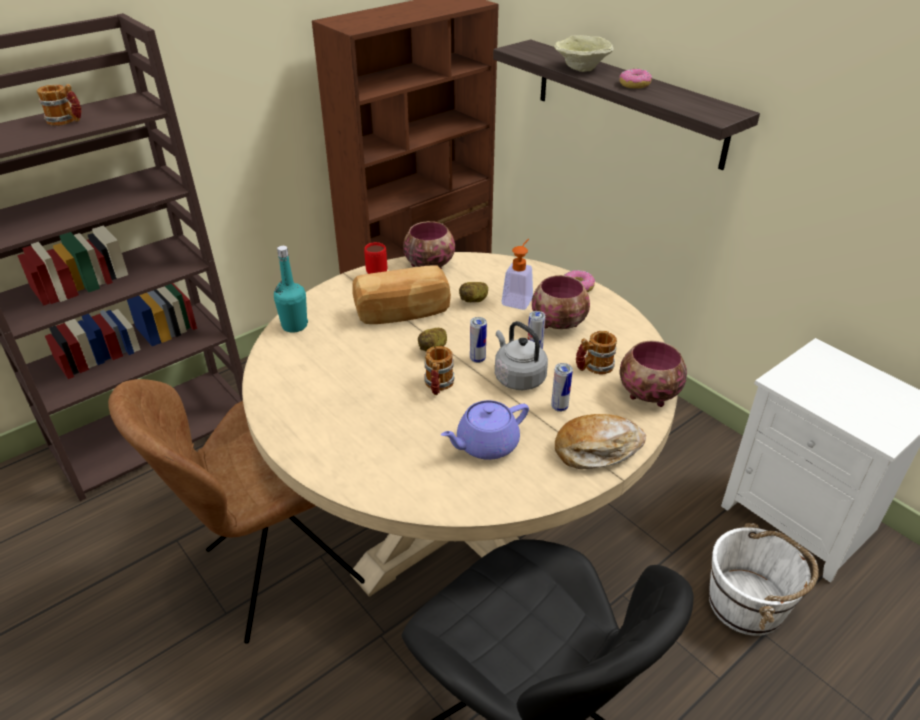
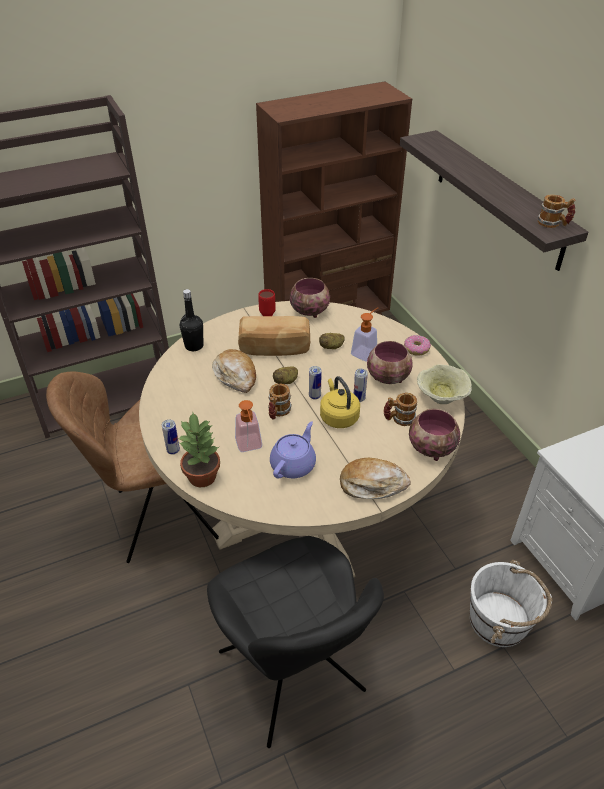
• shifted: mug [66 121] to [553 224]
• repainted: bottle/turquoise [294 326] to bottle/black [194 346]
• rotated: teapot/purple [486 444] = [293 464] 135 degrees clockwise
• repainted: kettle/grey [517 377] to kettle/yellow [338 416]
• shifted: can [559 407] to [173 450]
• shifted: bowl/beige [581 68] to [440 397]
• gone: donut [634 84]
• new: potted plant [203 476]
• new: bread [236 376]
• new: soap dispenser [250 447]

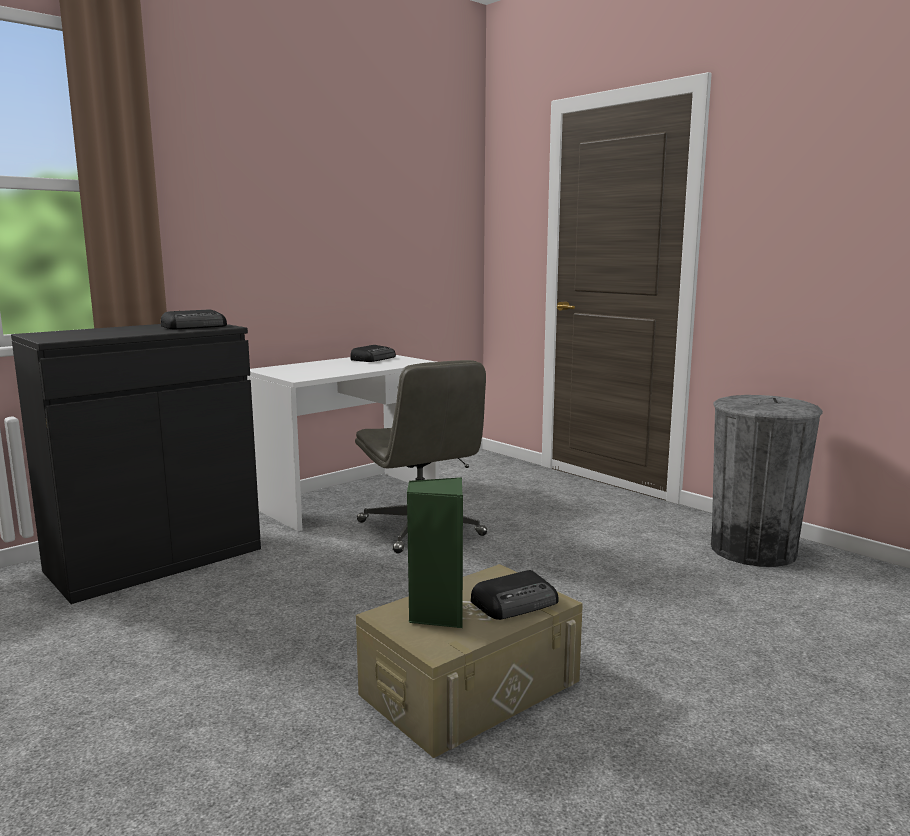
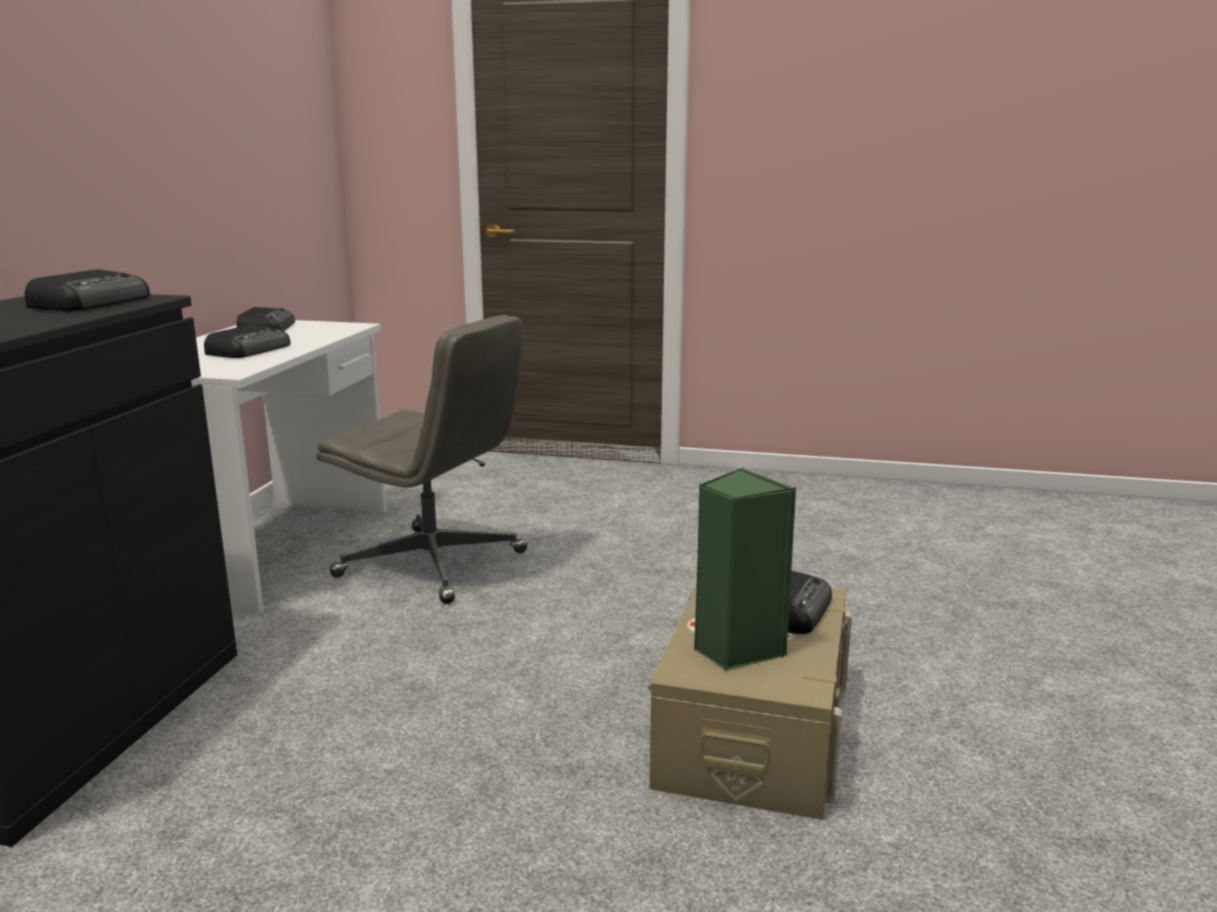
• gone: trash can/grey [753 550]
• new: radio [250 350]

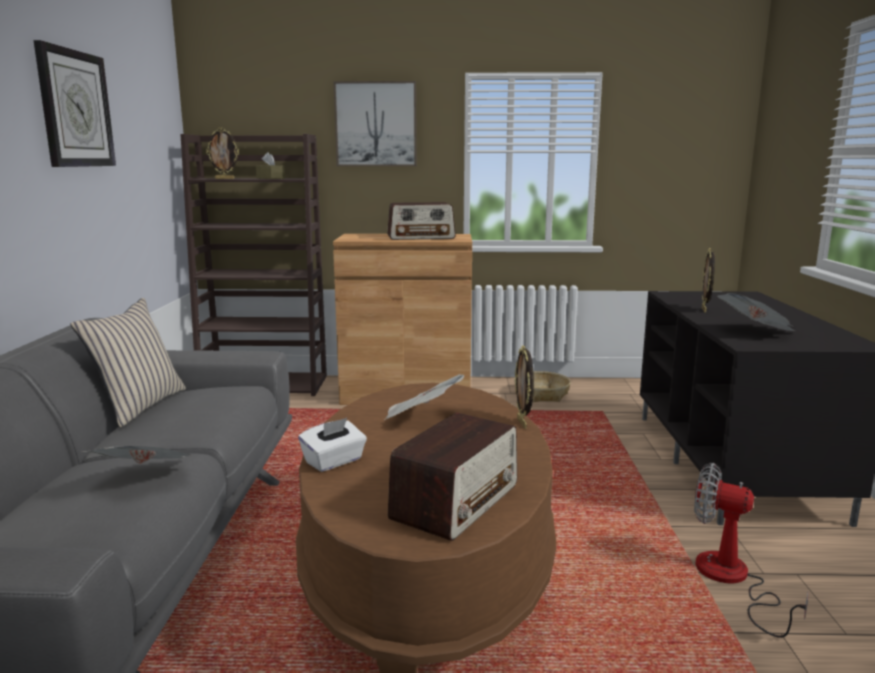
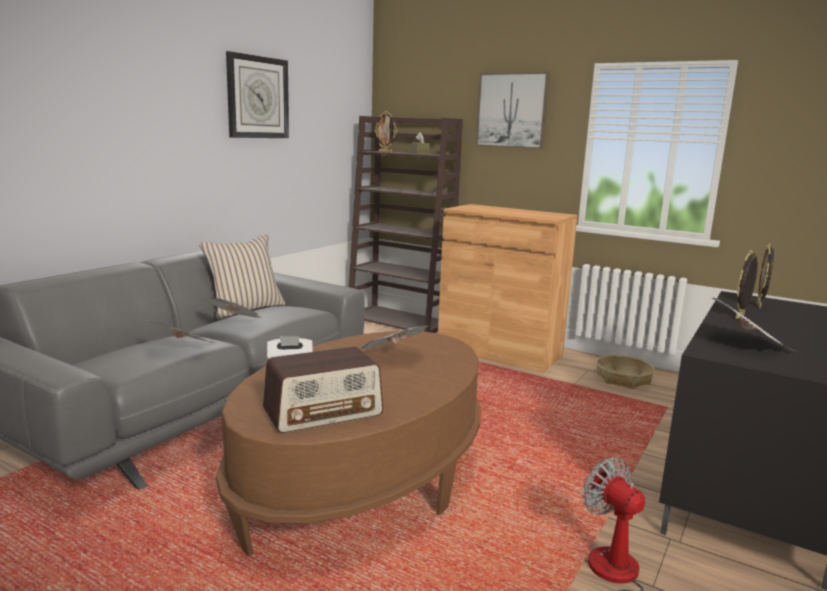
• gone: radio [421 237]
• shifted: picture frame [522 423] to [759 305]
• new: newspaper [234 324]

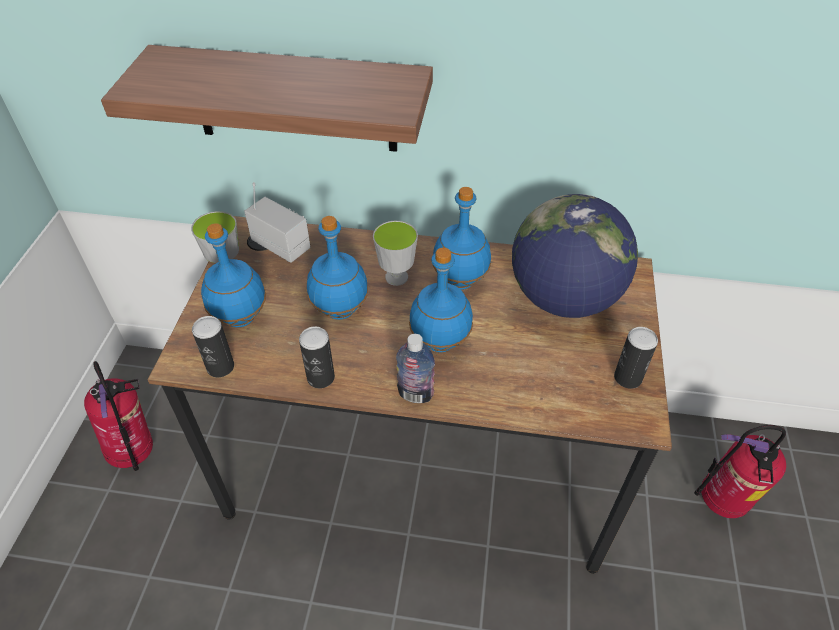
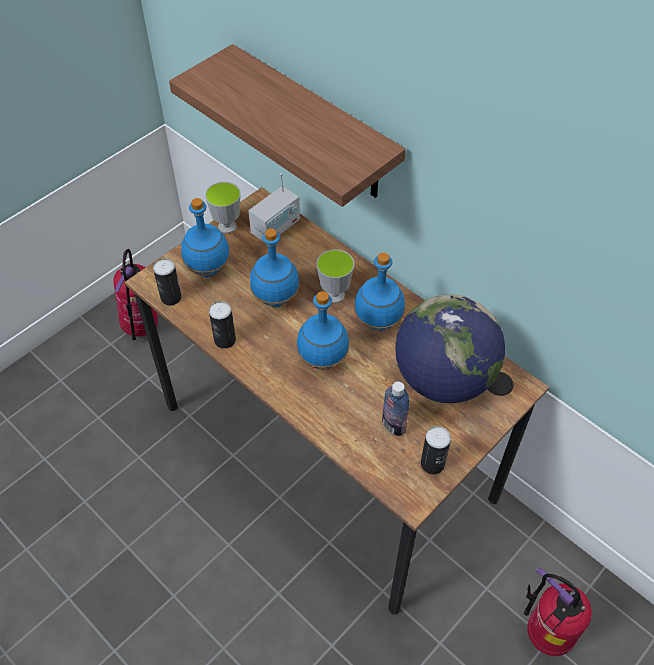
• rotated: radio [281 245] = [276 228] 60 degrees clockwise
• shifted: bottle [415 394] to [393 425]

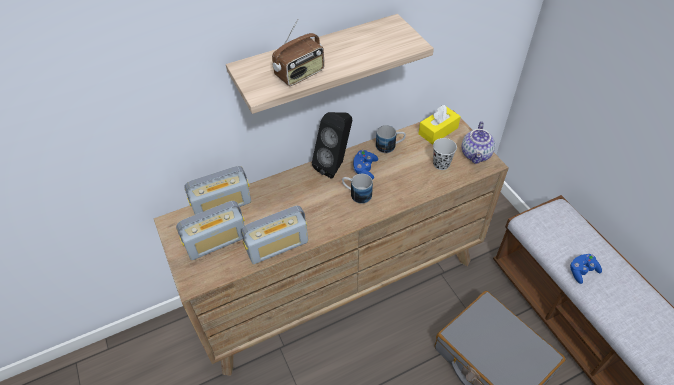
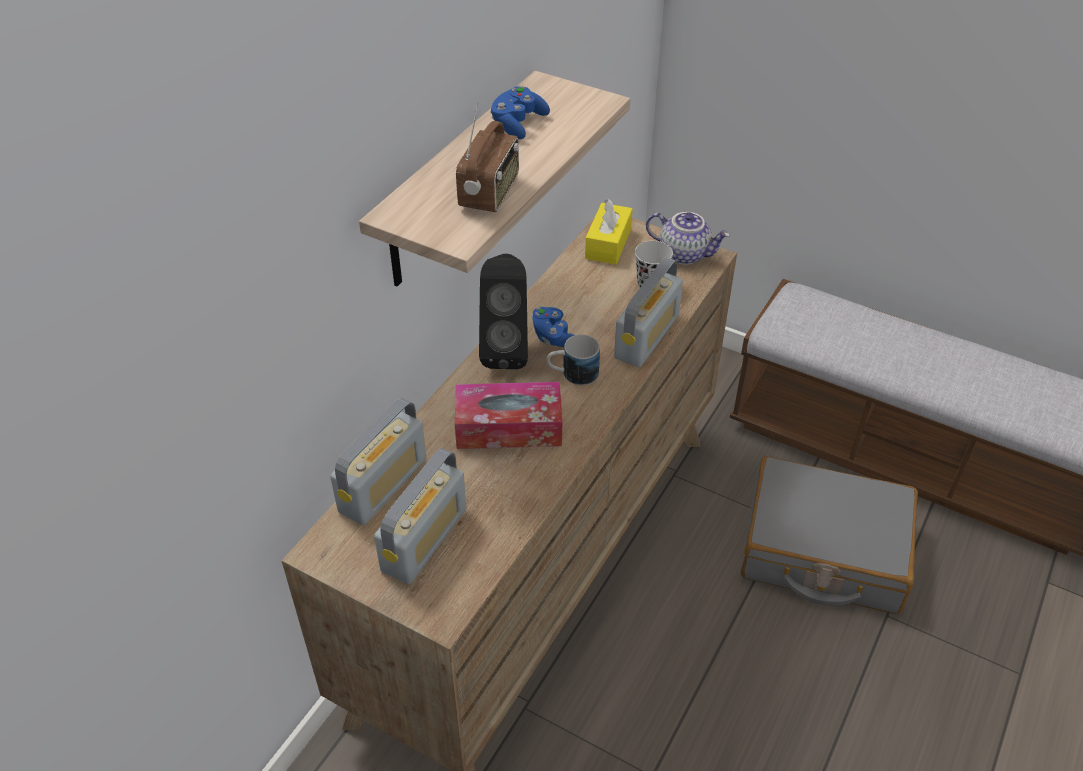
• shifted: radio [277 246] to [647 336]
• gone: mug [390 146]
• rotated: teapot [476 155] = [685 254] 45 degrees counterclockwise
• shifted: game controller/blue [582 271] to [518 124]
• new: tissue box [509 427]

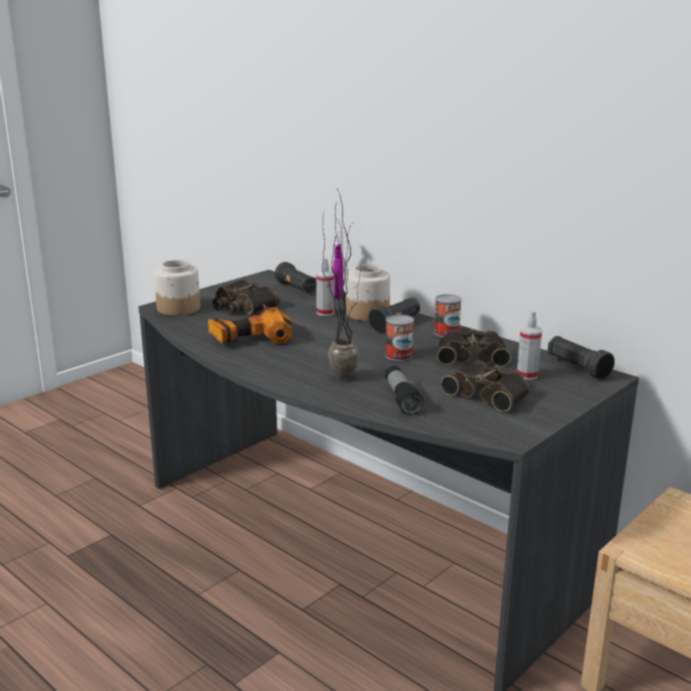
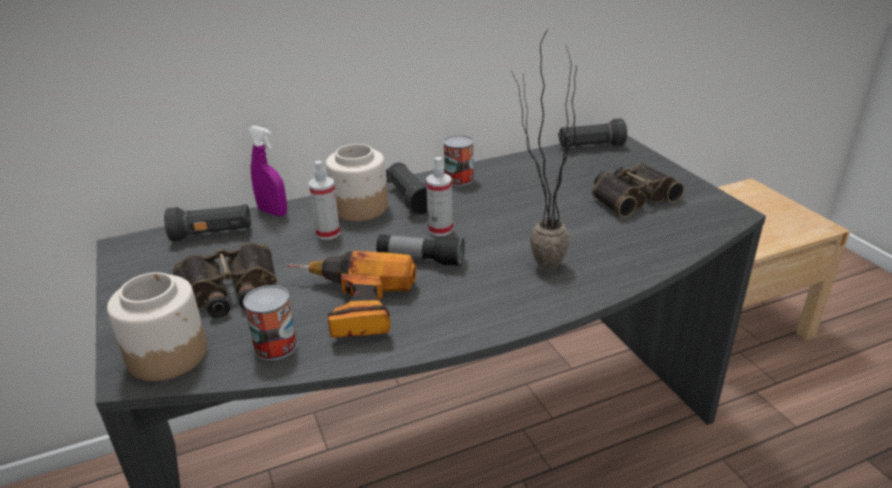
• shifted: can [398 355] to [275 346]
• shifted: flashlight [401 399] to [420 260]
• gone: binoculars [472 356]
• shifted: spray bottle [527 375] to [440 229]

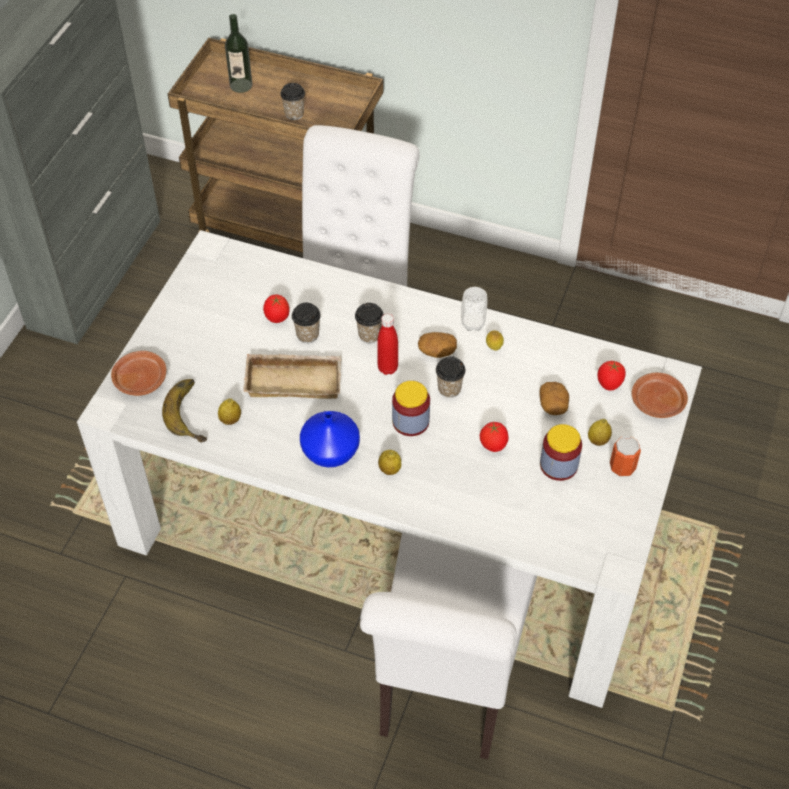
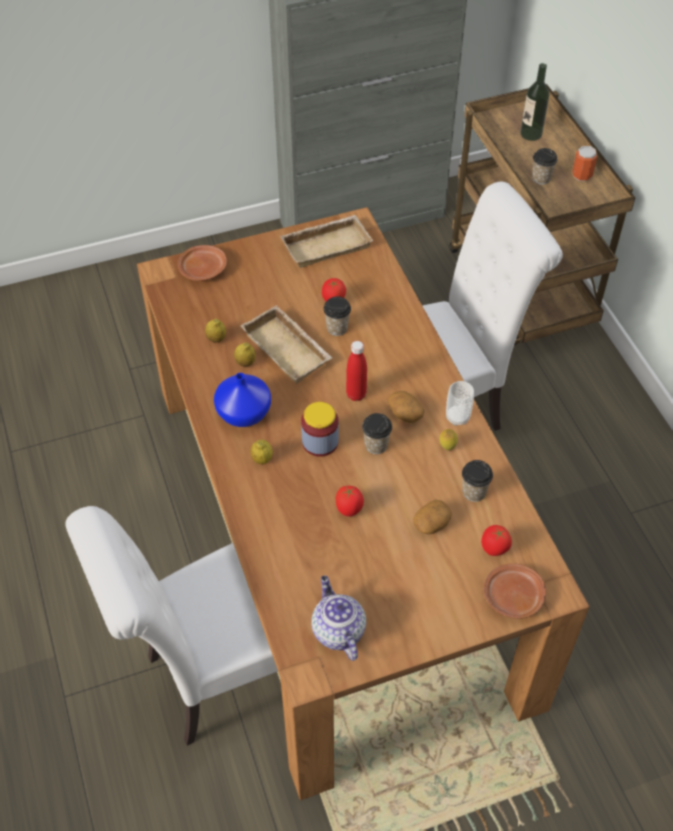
• repainted: dining table/white [394 520] to dining table/brown [336 536]
• gone: banana [193 412]
• shifted: cup [369 335] to [474 492]
• gone: jar [558 465]
• shifted: lemon [598 440] to [245 363]
• shifted: can [622 467] to [582 175]
• new: tray/beige [326 244]
• new: teapot [337 630]

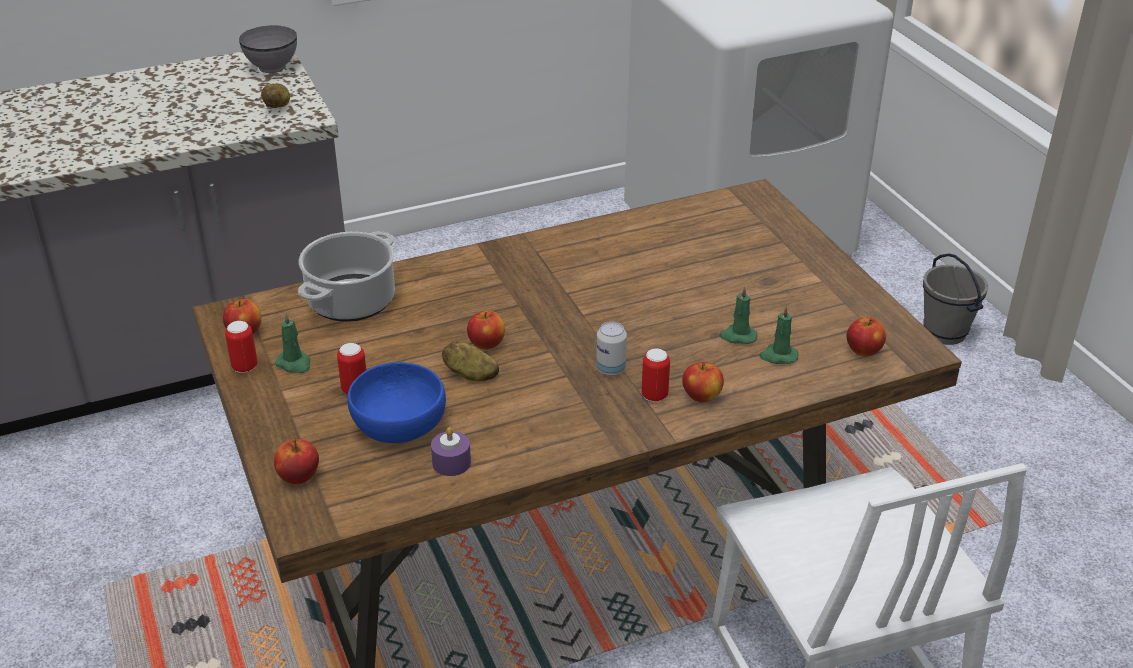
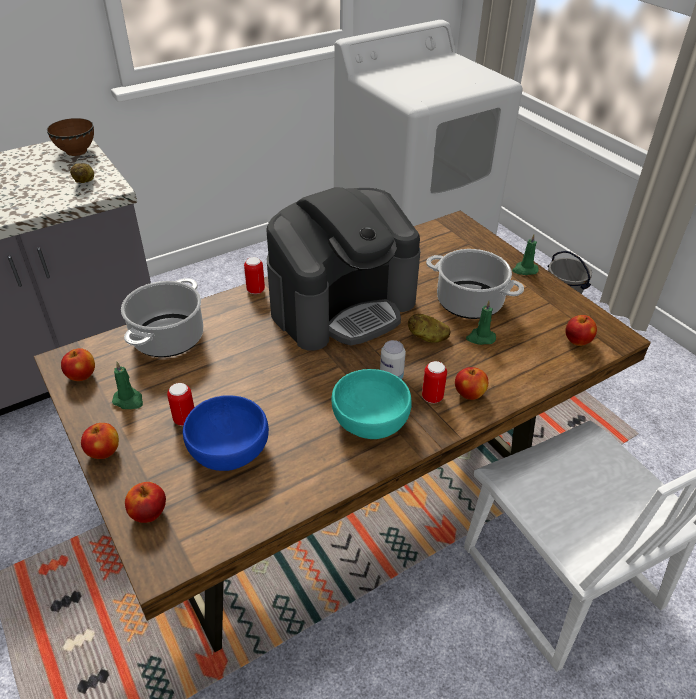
• shifted: can [245 367] to [255 290]
• repainted: bowl/grey [272 67] to bowl/brown [76 151]
• gone: candle/purple [451 462]
• shifted: potato [470 375] to [427 337]
• shifted: apple [486 344] to [104 452]
• shifted: candle/green [778 356] to [524 270]
• new: coffee machine [343 306]
• new: bowl/turquoise [370 421]
• new: cooking pot [468 302]

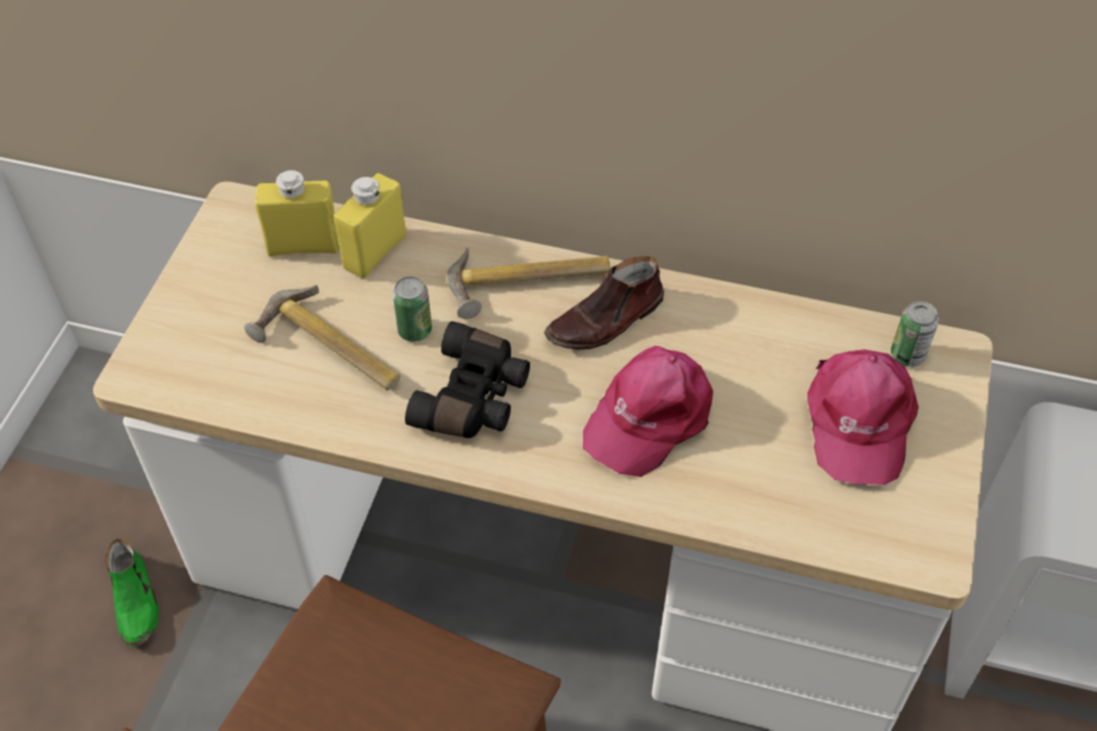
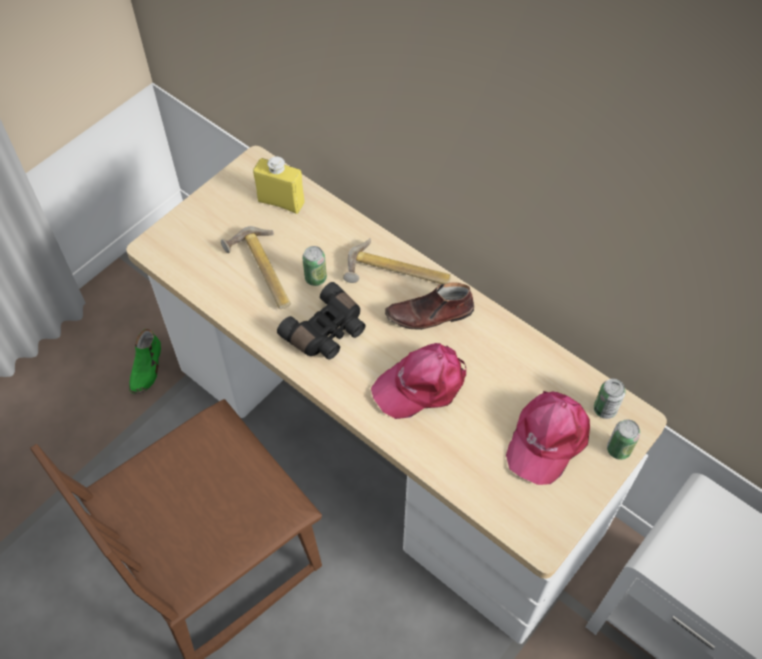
• gone: bottle/yellow [375 252]
• new: can [618 449]

